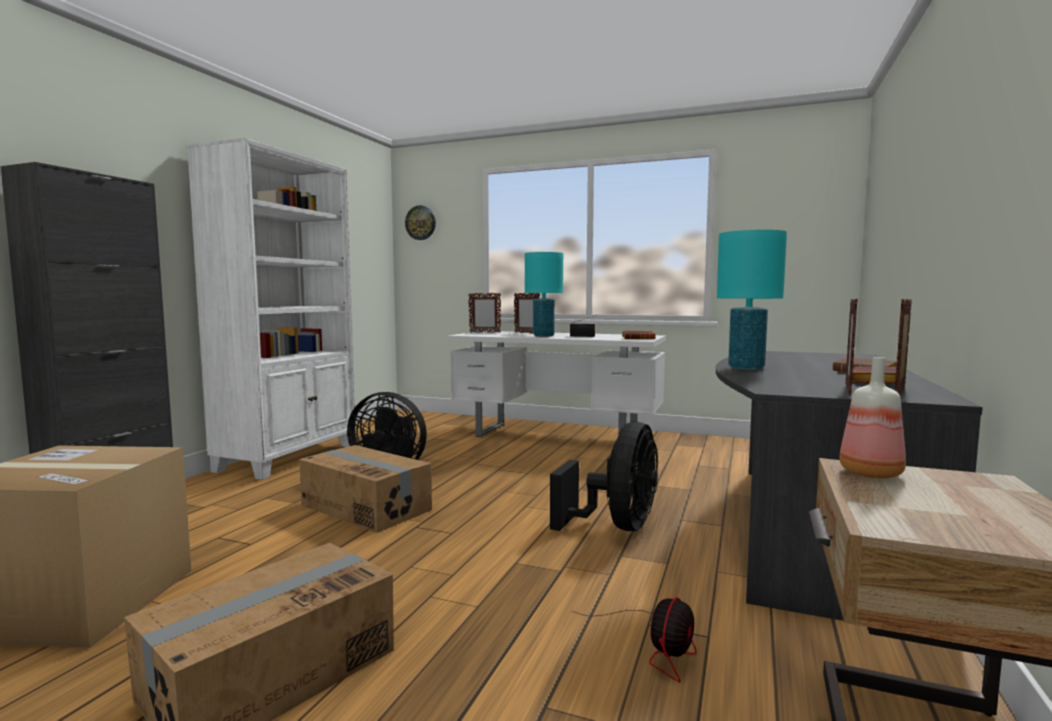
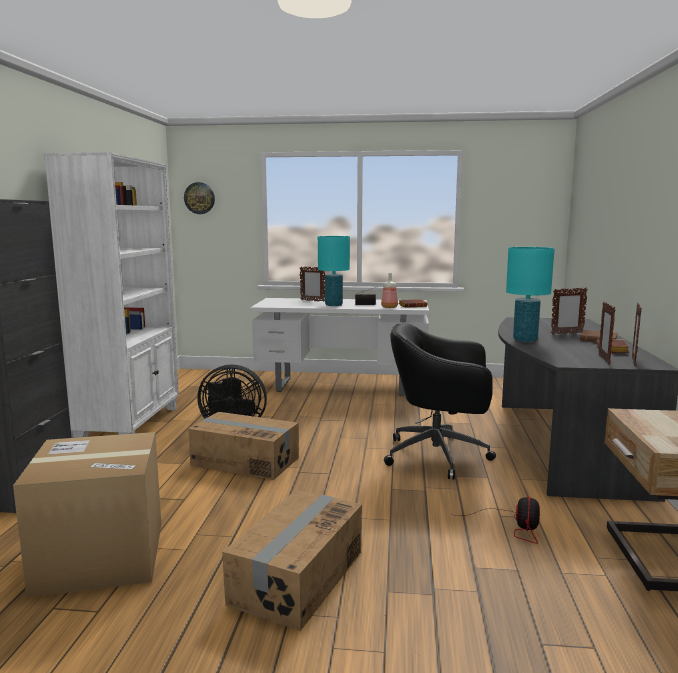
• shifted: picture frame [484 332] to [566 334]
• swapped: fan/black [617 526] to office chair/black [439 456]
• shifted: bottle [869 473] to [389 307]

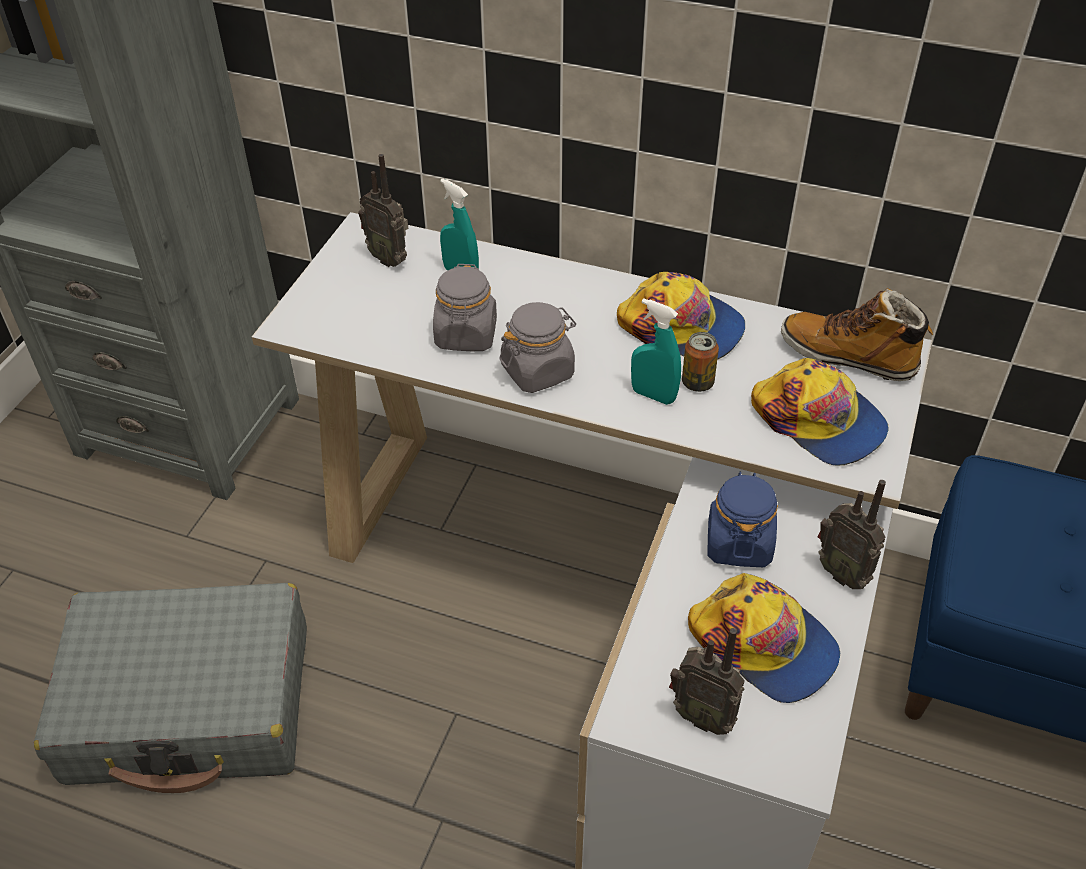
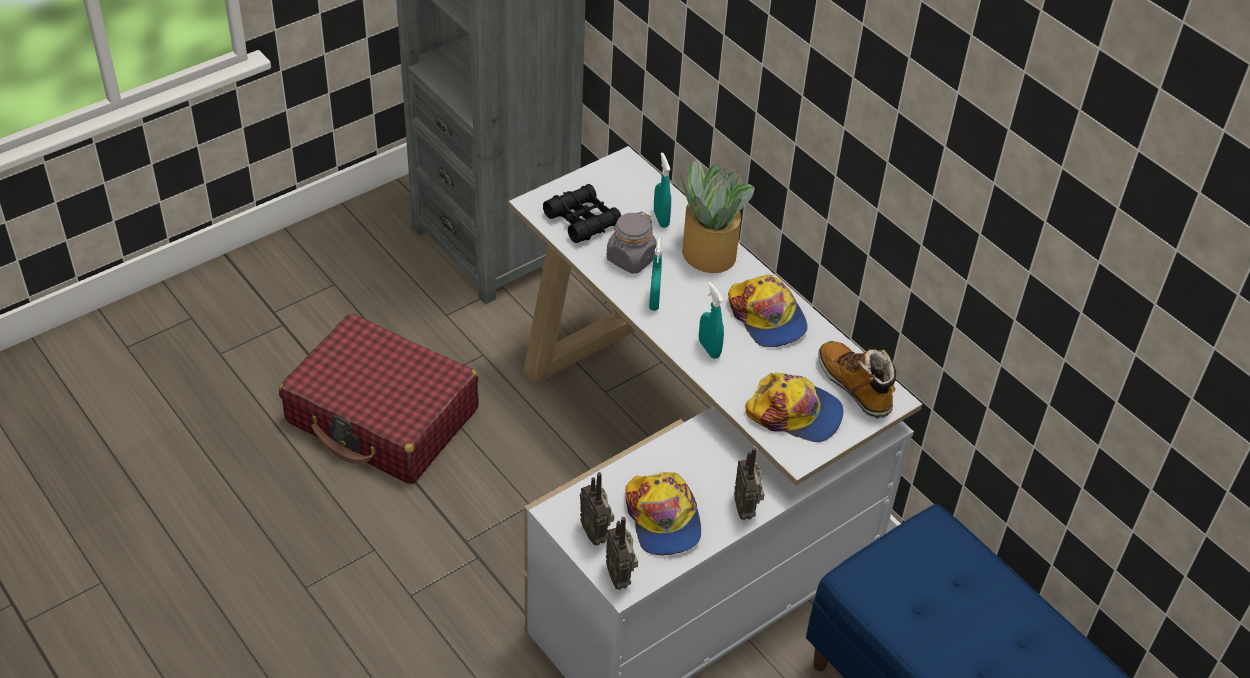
• repainted: suitcase/grey [191 704] to suitcase/red [383 416]
• shifted: radio [389 258] to [620 577]
• swapped: jar/grey [538 371] to spray bottle/turquoise [654 301]
• gone: can [697 383]
• gone: jar/blue [738 543]
• rotated: cap [819 421] = [795 413] 60 degrees counterclockwise
• new: binoculars/black [582 220]
• new: potted plant [708 252]

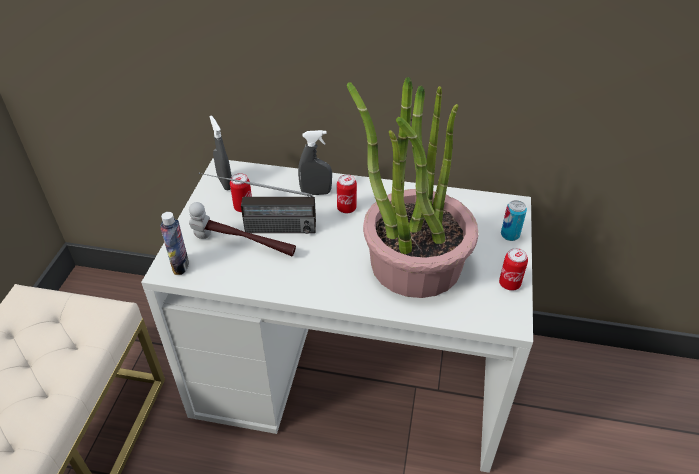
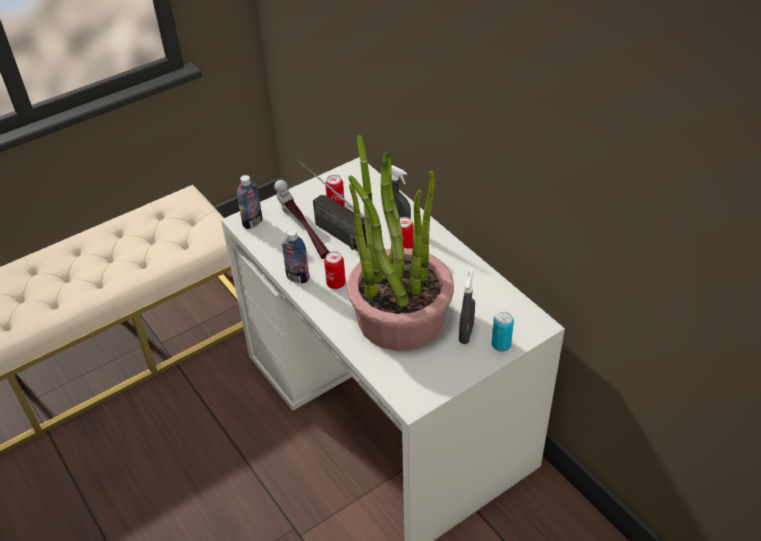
• shifted: spray bottle/grey [225 183] to [466 334]
• shifted: can [509 284] to [336 283]
• new: bottle [298 278]

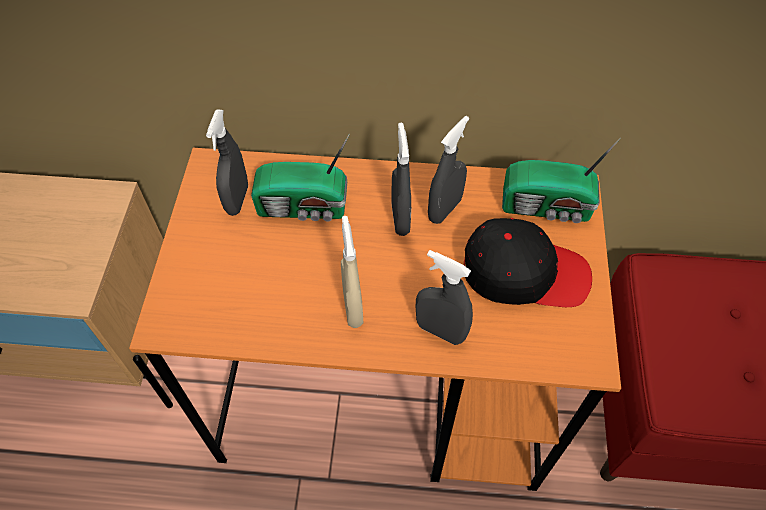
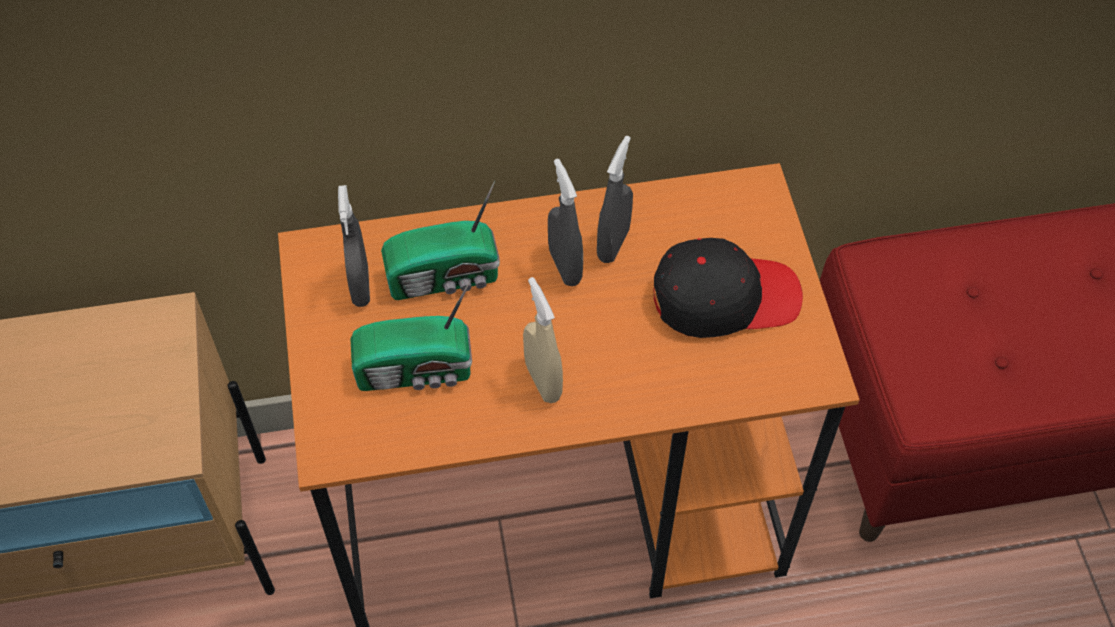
• gone: spray bottle/grey [440 331]
• shifted: radio [548 207] to [417 371]

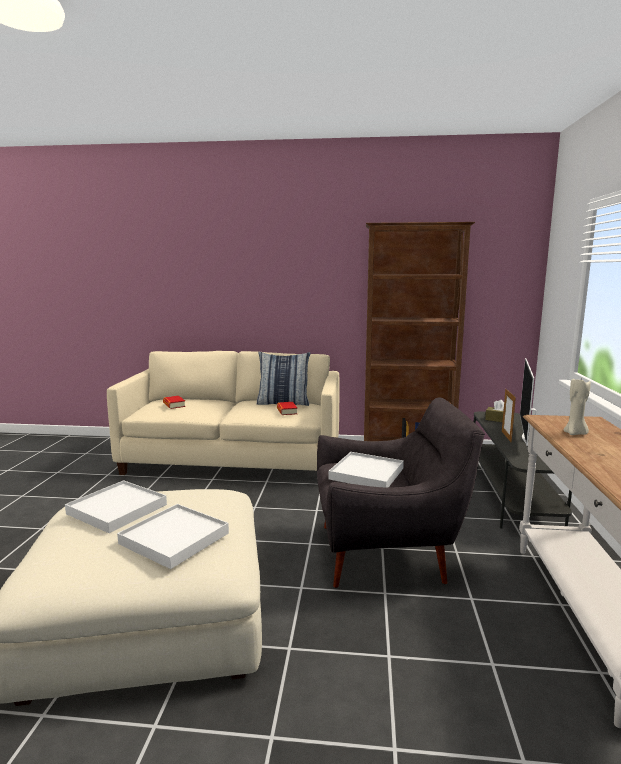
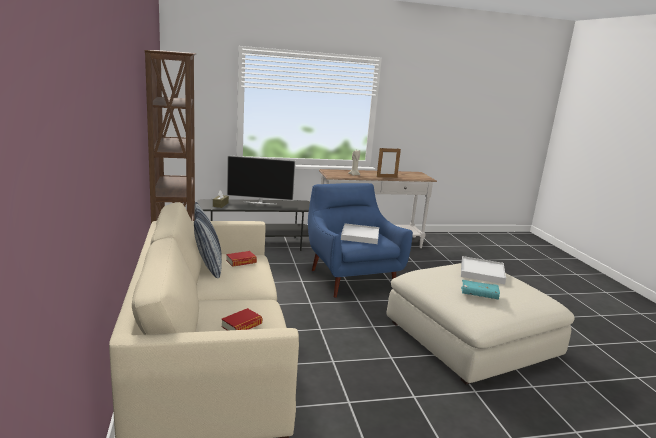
• swapped: tray/white [117 509] to book/turquoise [479 294]
• repainted: armchair/grey [388 553] to armchair/blue [350 278]
• shifted: picture frame [506 436] to [386 177]

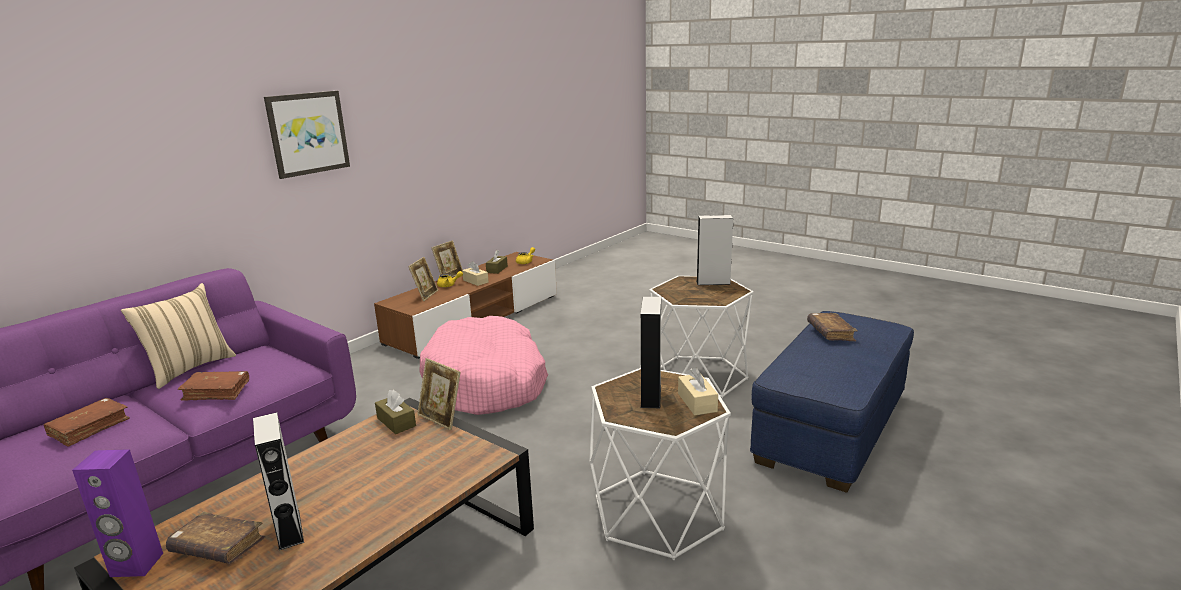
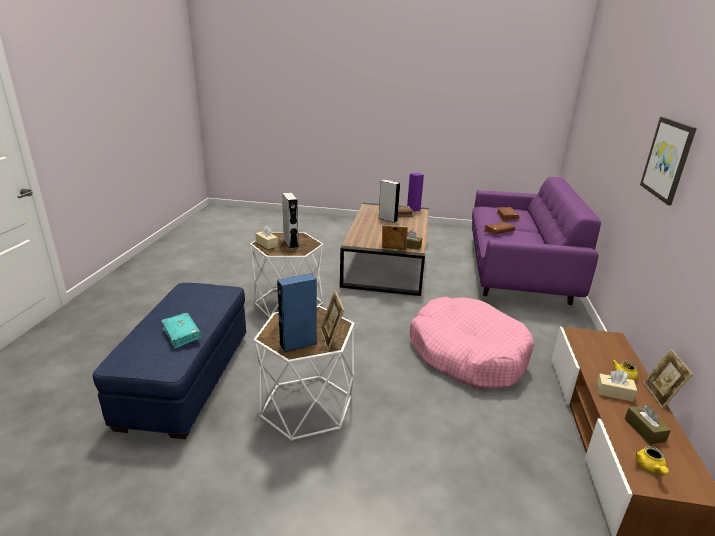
• gone: pillow/beige [189 368]
• shifted: picture frame [425 295] to [331 338]
• repainted: speaker/grey [713 282] to speaker/blue [298 344]
• repainted: book/brown [830 333] to book/turquoise [182 334]

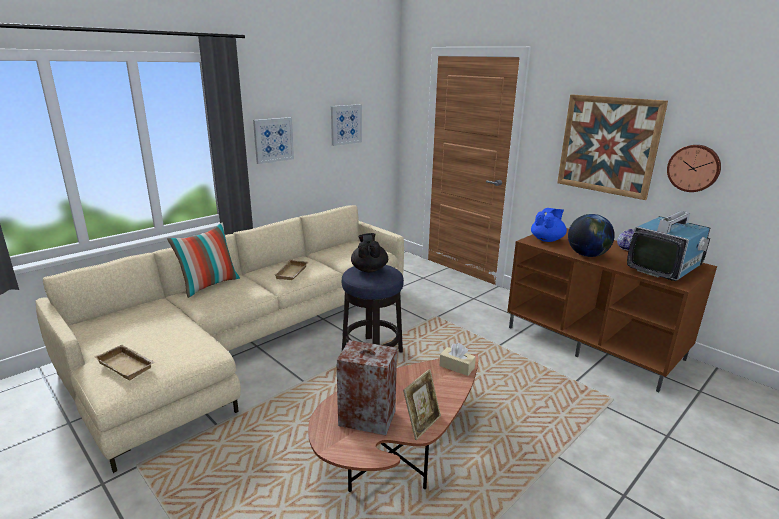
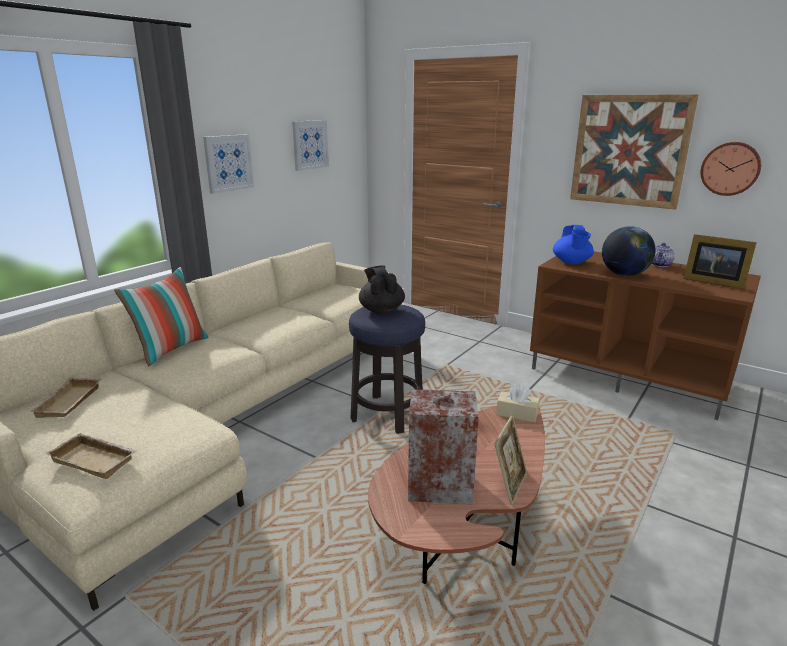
• shifted: tray/beige [293 273] to [71 402]
• rotated: teapot/blue [547 240] = [571 262] 150 degrees clockwise
• swapped: television [664 268] to picture frame [712 281]

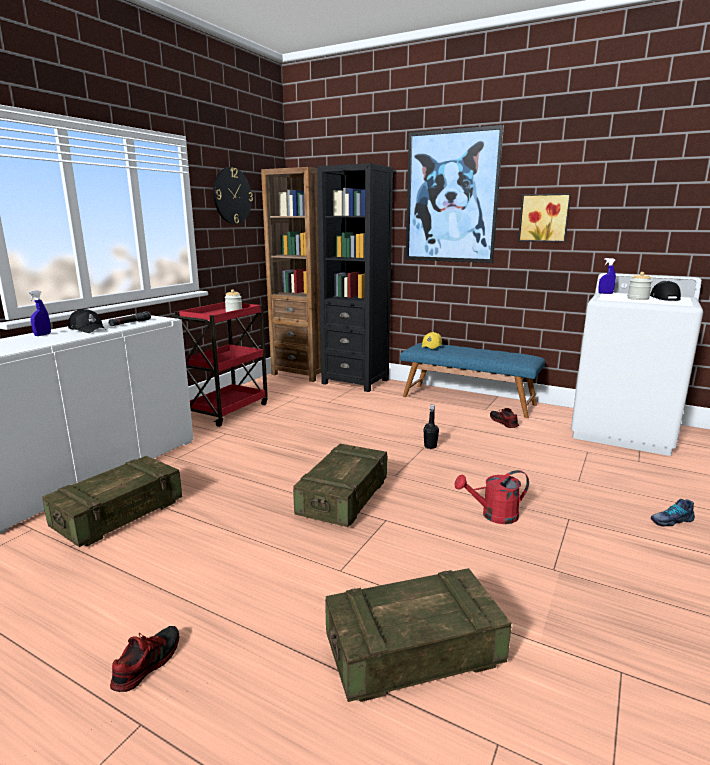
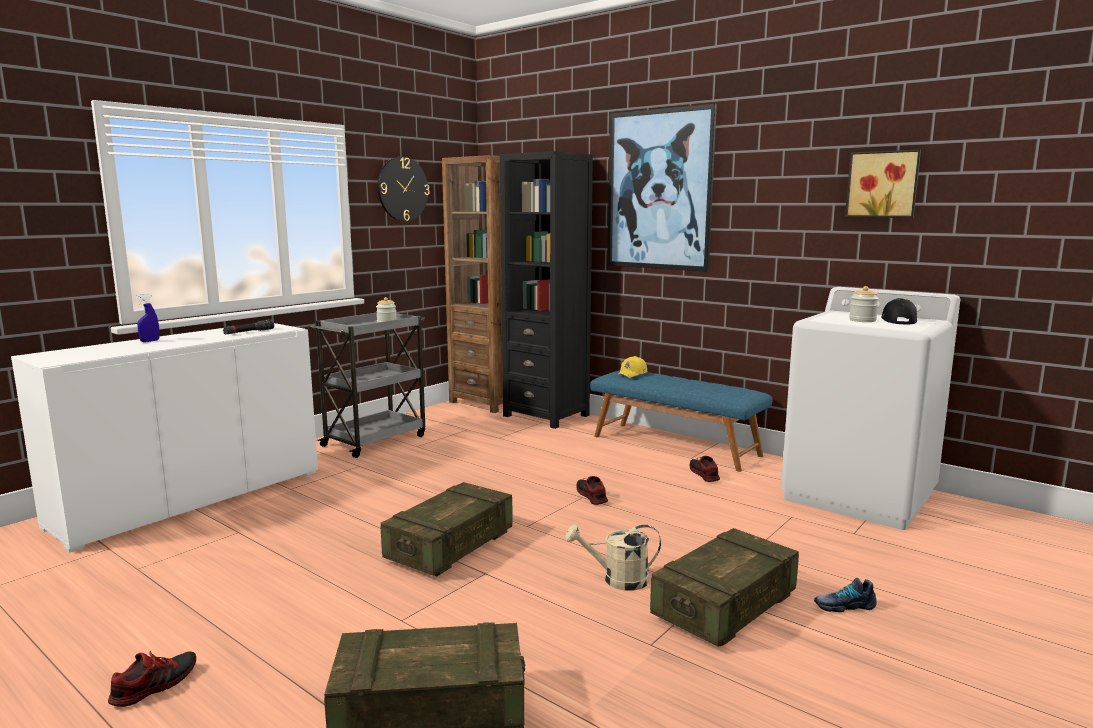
• shifted: crate [119 515] to [725 607]
• gone: cap/black [88 329]
• repainted: cart/red [228 410] to cart/grey [376 440]
• swapped: bottle/black [430 446] to shoe [591 496]
• repainted: watering can/red [493 515] to watering can/beige [617 580]
• shifted: picture [544 218] to [882 184]
• gone: spray bottle/blue [605 293]

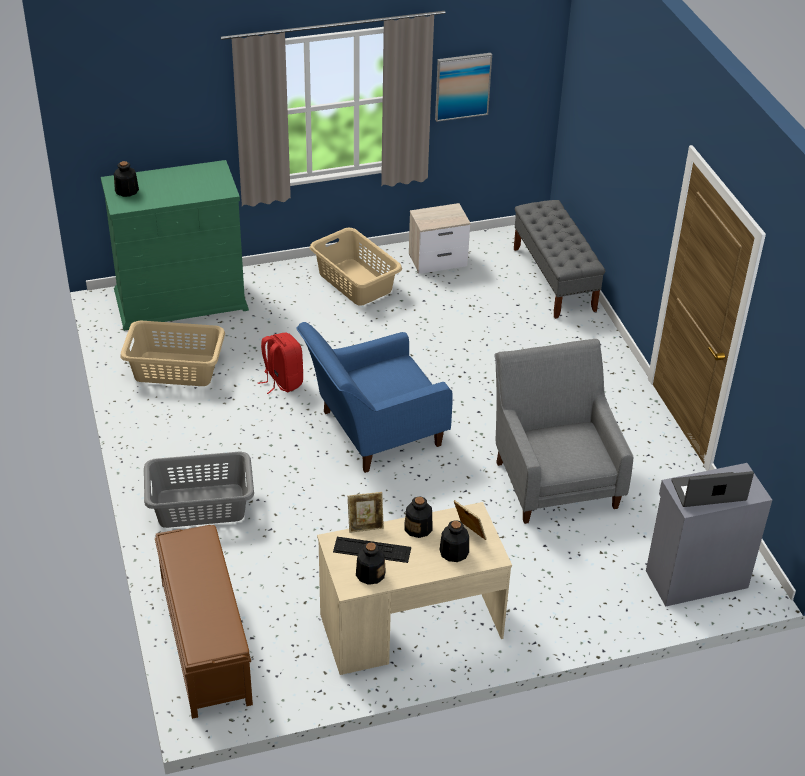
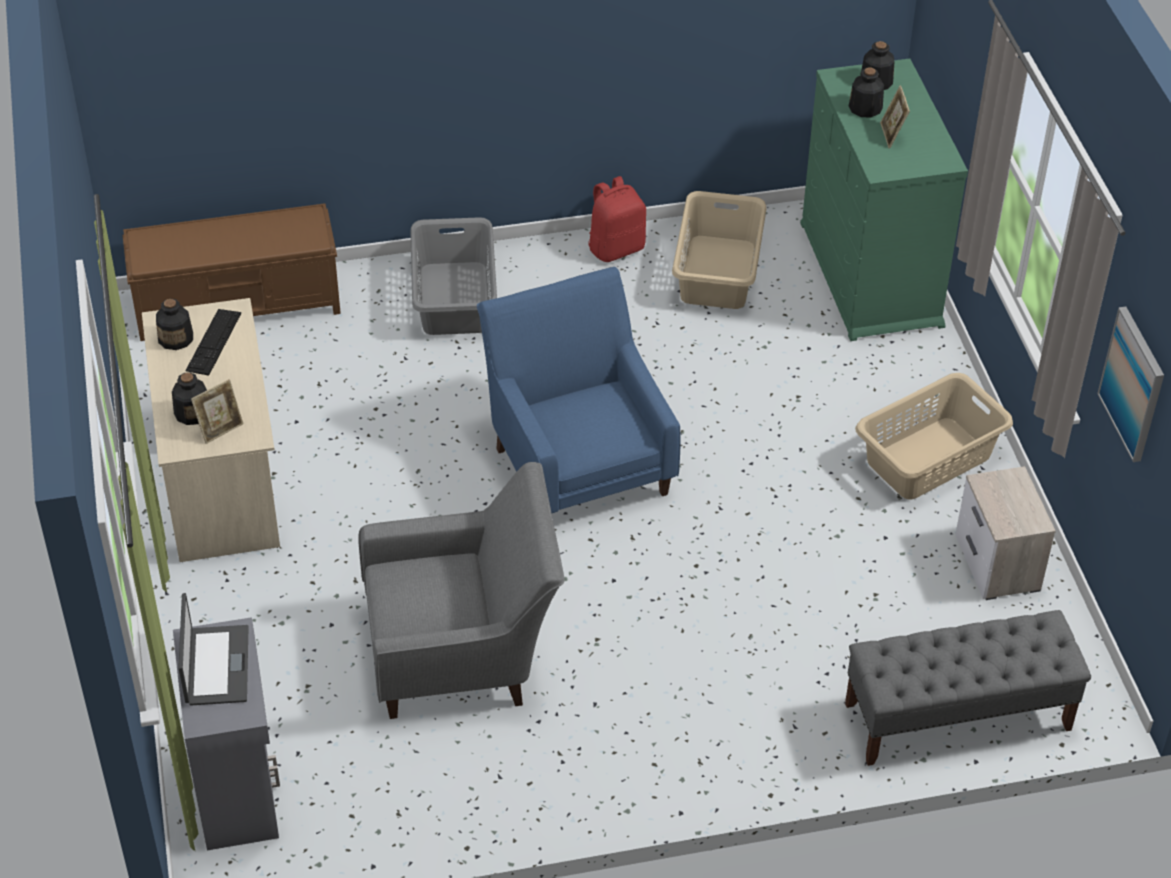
• shifted: backpack/red [282 381] to [616 248]
• shifted: picture frame [365 525] to [892 135]
• shifted: bottle [418 528] to [865 108]

